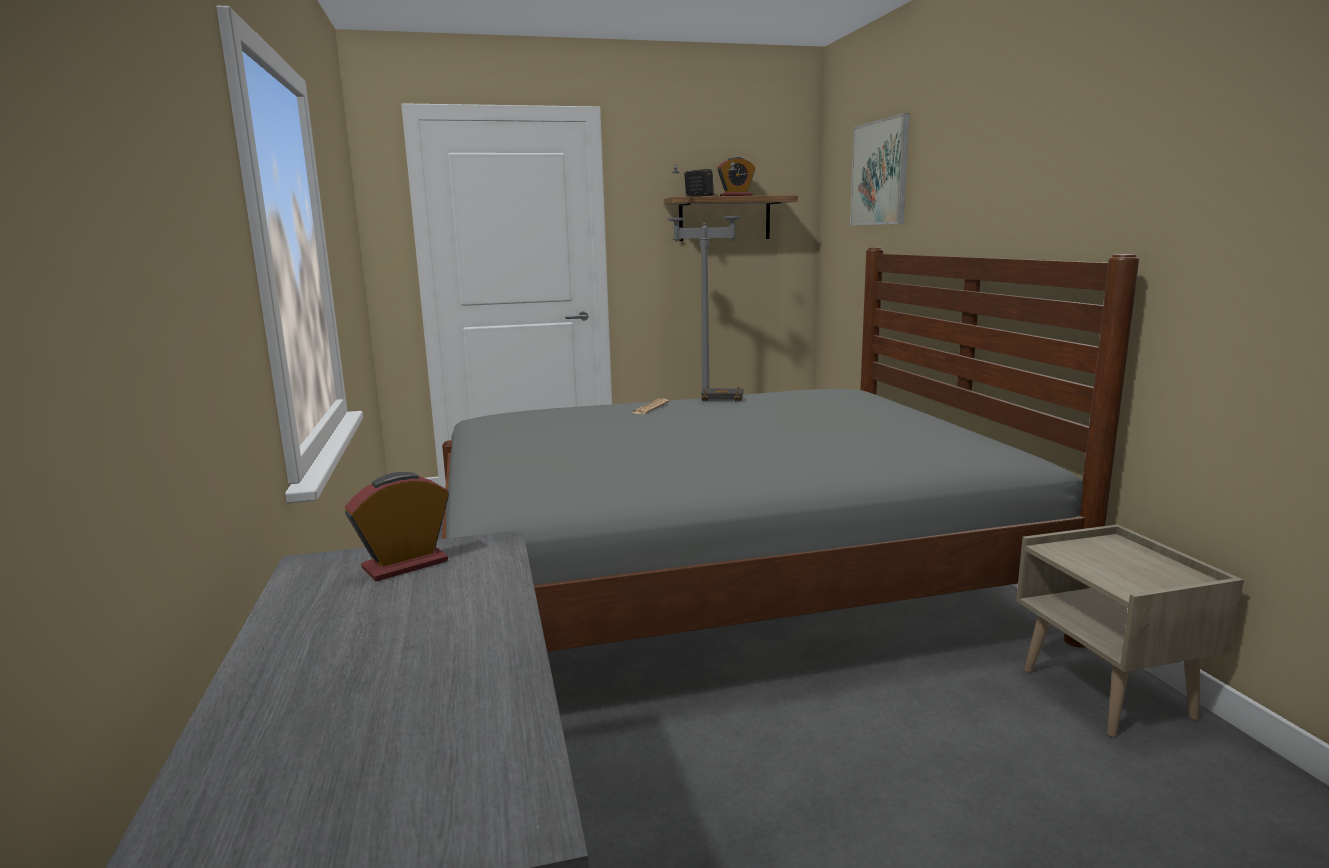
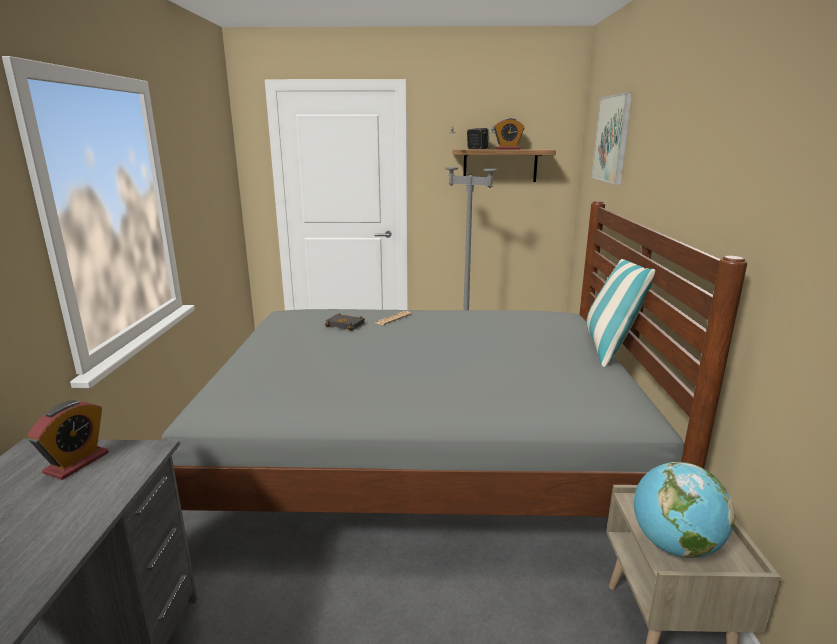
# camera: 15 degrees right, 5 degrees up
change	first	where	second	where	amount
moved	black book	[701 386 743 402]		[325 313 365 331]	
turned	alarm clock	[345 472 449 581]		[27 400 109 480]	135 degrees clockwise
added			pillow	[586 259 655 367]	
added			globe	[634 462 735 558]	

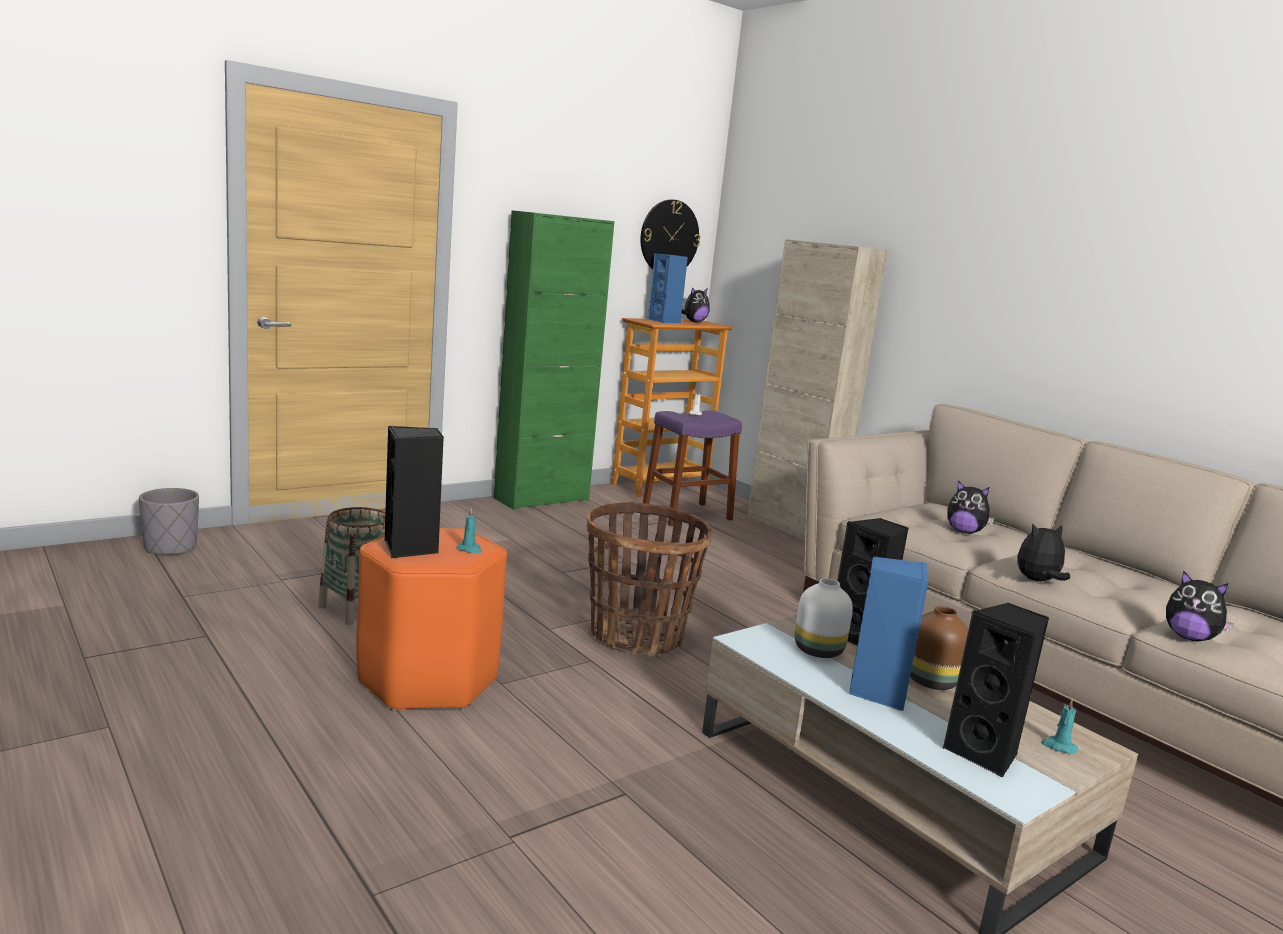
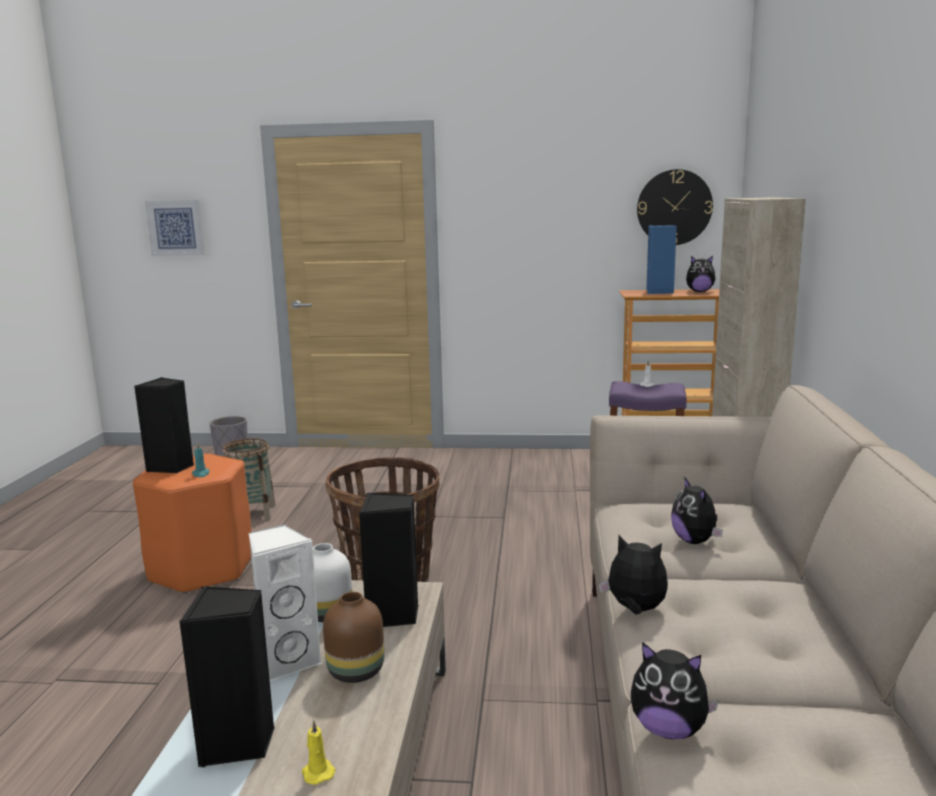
# camera: 45 degrees right, 0 degrees up
change	first	where	second	where	amount
removed	green cabinet	[494 210 614 510]			
recoloured	blue speaker	[849 557 928 711]	white speaker	[249 524 322 681]	
turned	plush toy	[1166 571 1233 641]		[631 642 719 739]	60 degrees counterclockwise
recoloured	turquoise candle	[1041 699 1078 754]	yellow candle	[302 720 336 785]	
added			picture	[145 200 205 256]	

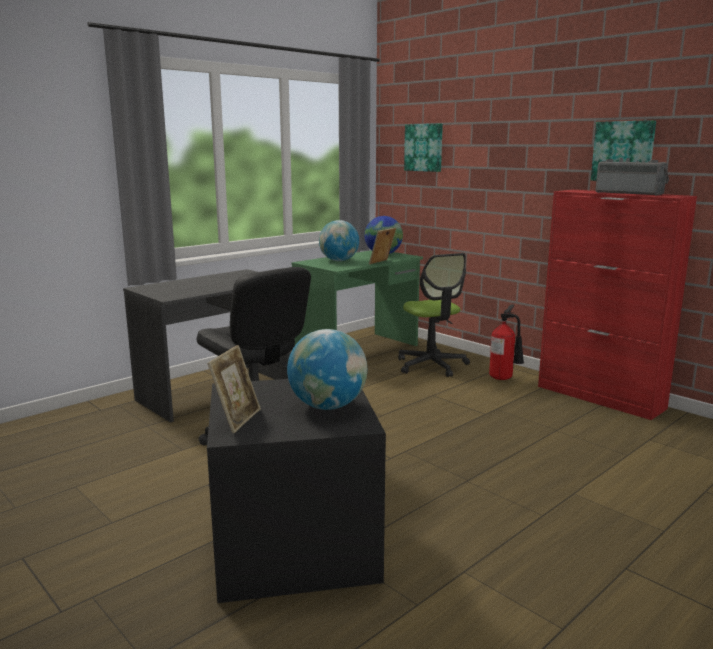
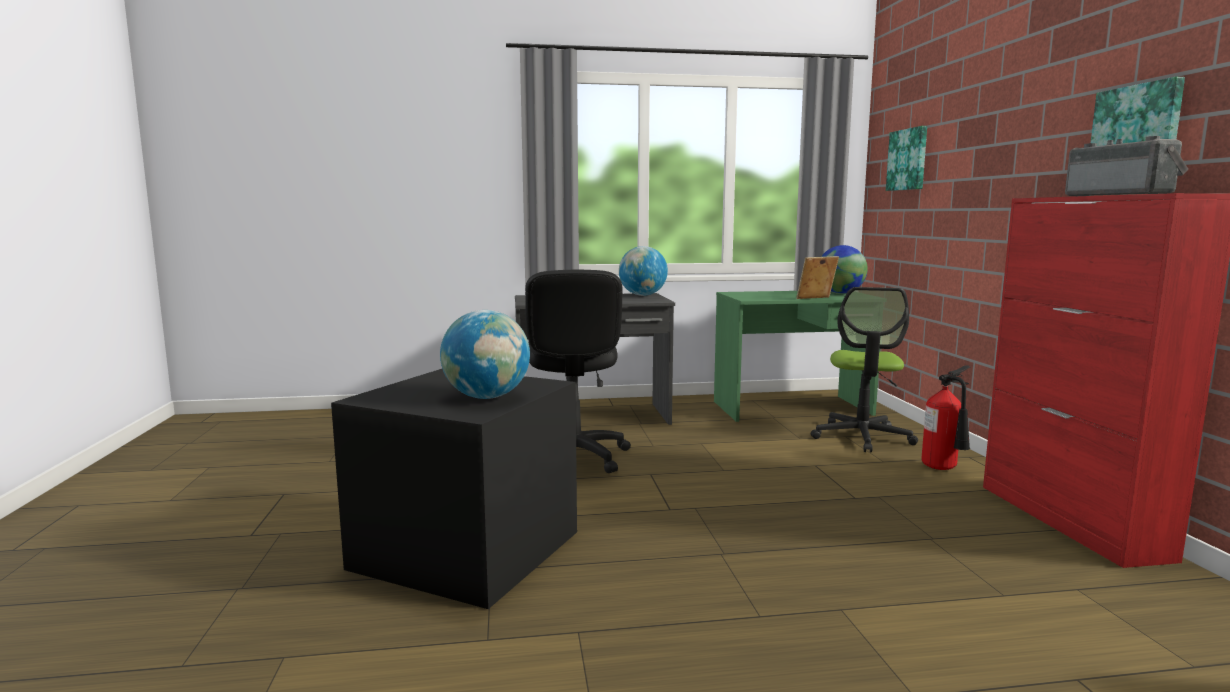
# camera: 35 degrees right, 5 degrees down
change	first	where	second	where	amount
moved	globe	[319 220 359 261]		[619 246 668 296]	
removed	picture frame	[207 345 261 433]			

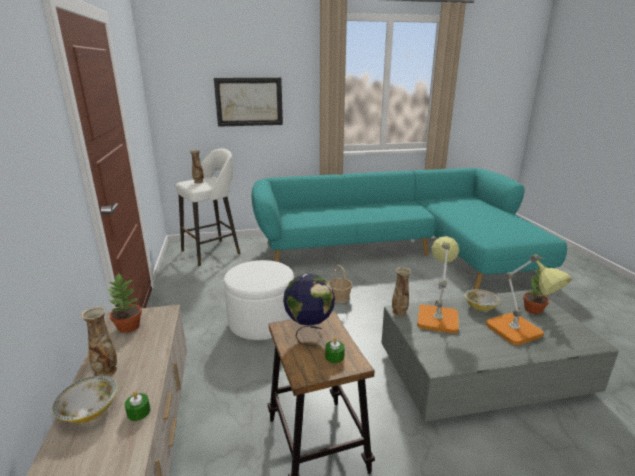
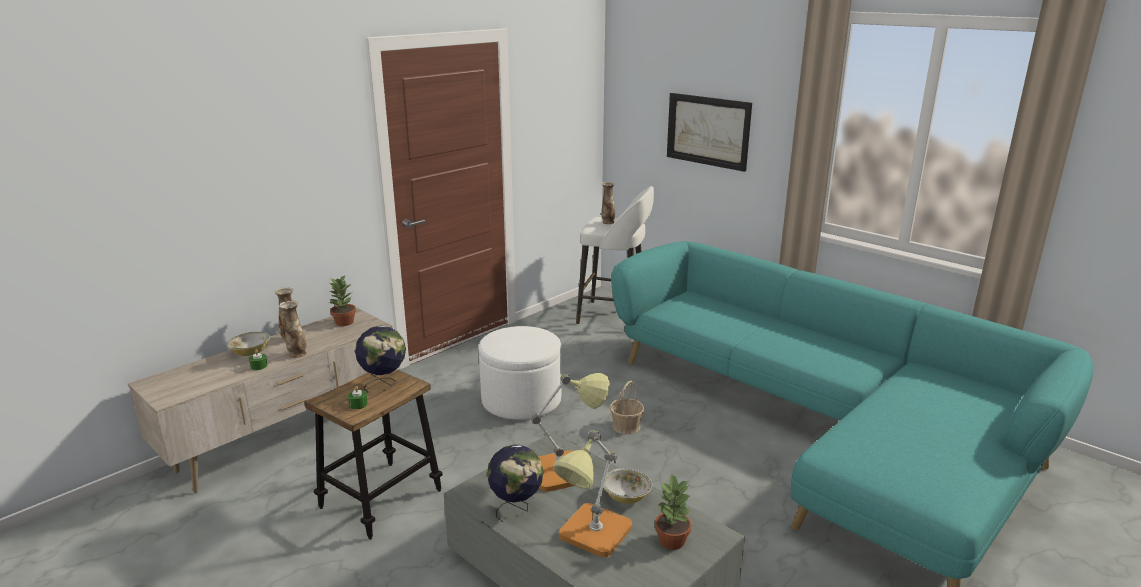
# camera: 55 degrees right, 0 degrees up
change	first	where	second	where	amount
moved	vase	[392 267 412 316]		[279 300 307 358]	
added			globe	[487 444 544 522]	

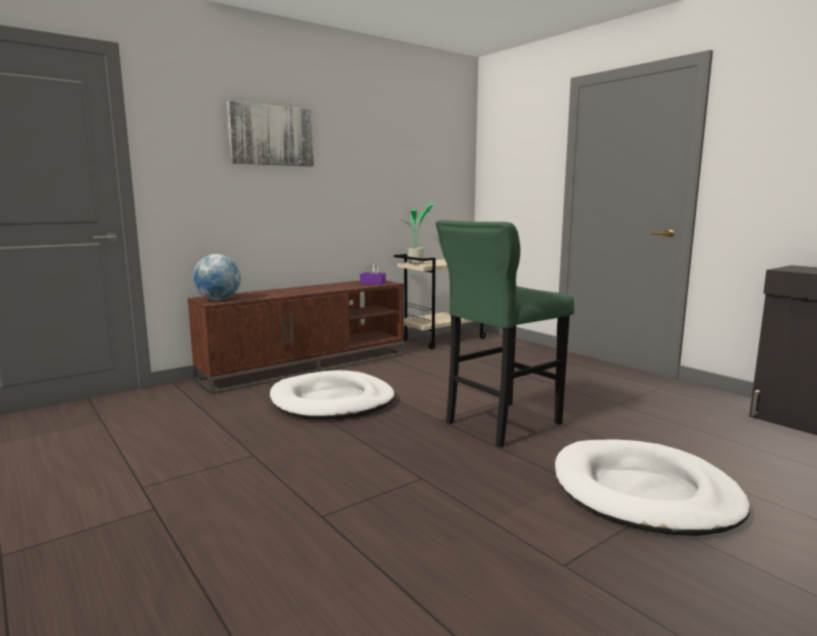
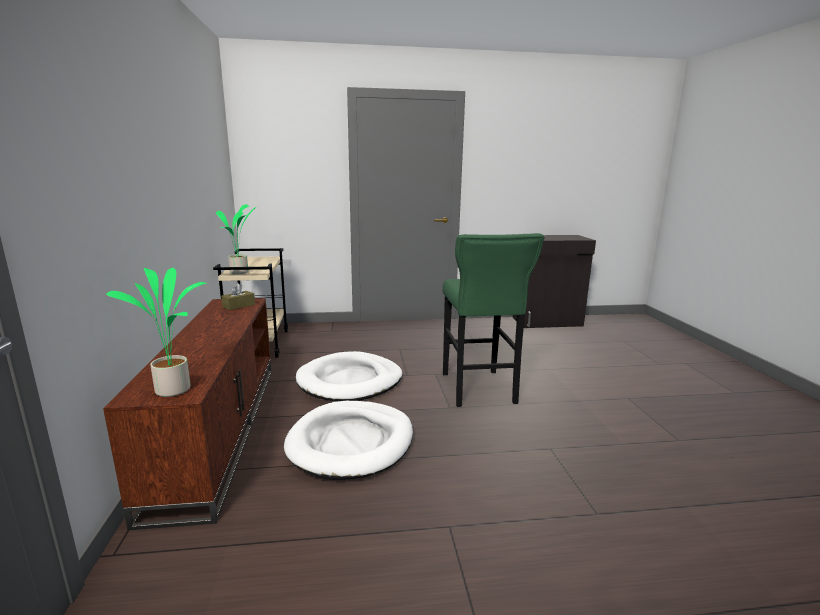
# camera: 60 degrees left, 5 degrees up
change	first	where	second	where	amount
removed	picture	[227 101 314 167]			
replaced	globe	[192 254 241 301]	potted plant	[106 268 207 397]	
recoloured	purple tissue box	[360 263 386 285]	brown tissue box	[221 283 255 310]	
moved	white dog bed	[555 439 750 536]		[296 351 402 401]	

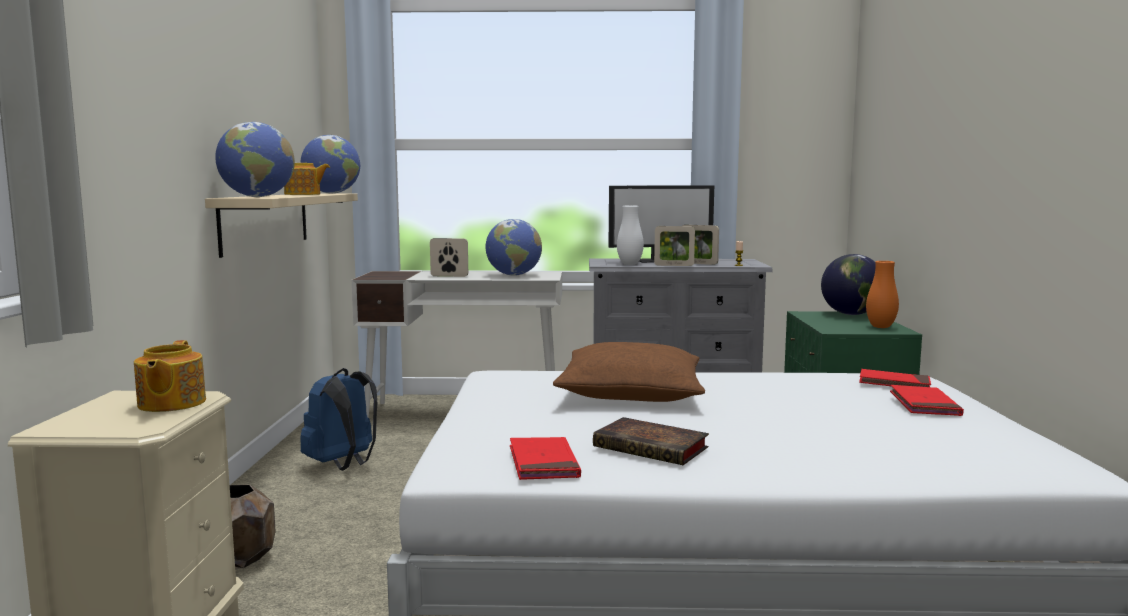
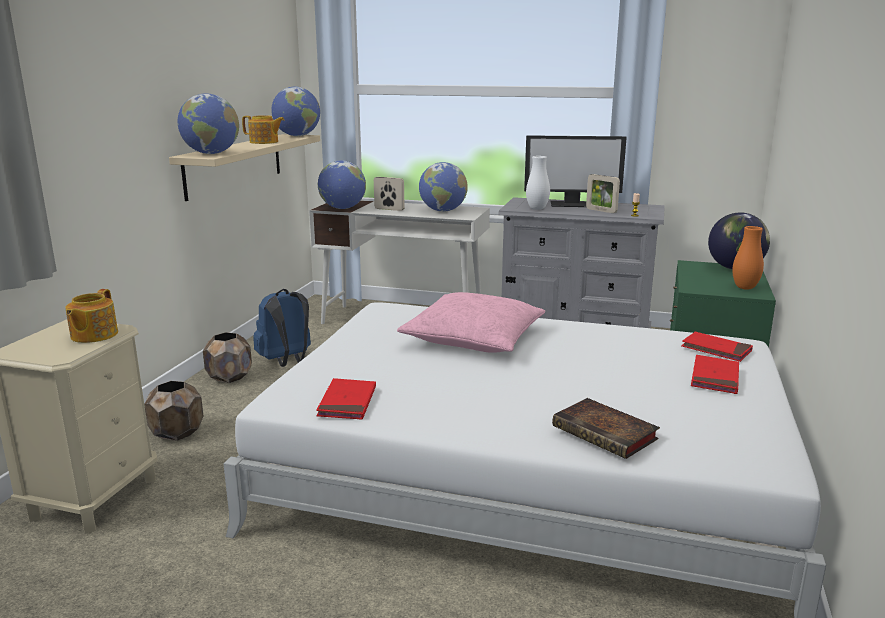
# camera: 15 degrees right, 10 degrees up
change	first	where	second	where	amount
removed	picture frame	[654 226 695 266]			
recoloured	brown pillow	[553 342 705 402]	pink pillow	[397 292 545 353]	
moved	book	[593 417 709 465]		[552 398 660 459]	
added			globe	[318 160 366 209]	
added			brown planter	[203 332 252 383]	

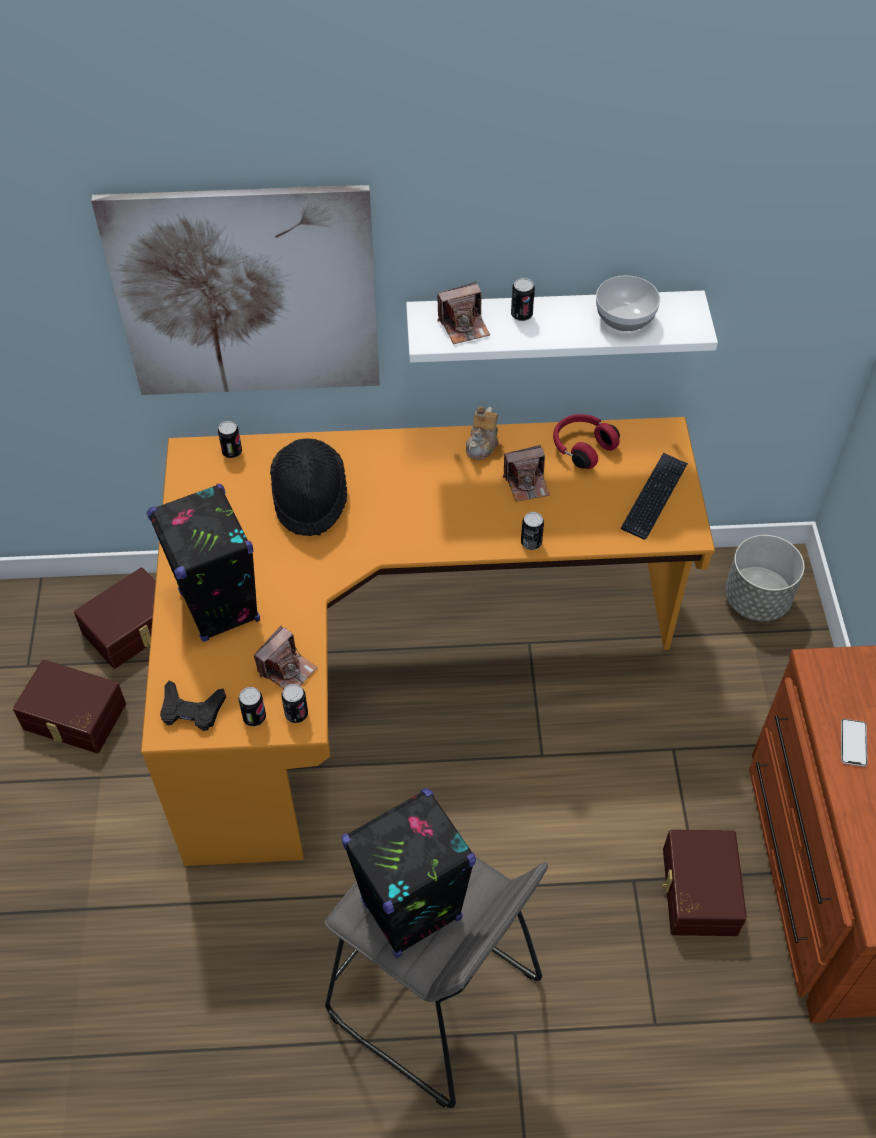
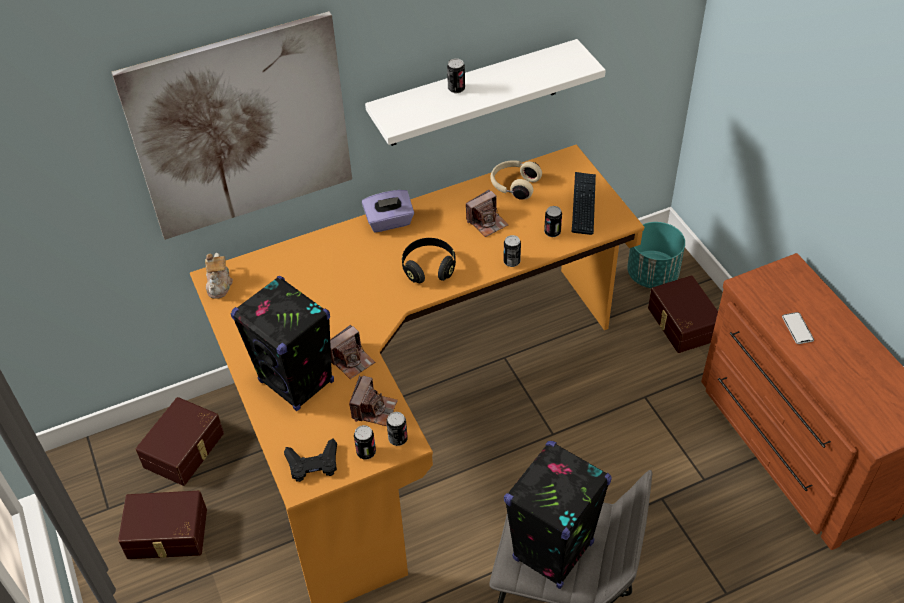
# camera: 20 degrees left, 5 degrees down
change	first	where	second	where	amount
removed	bowl	[596 275 660 331]			
moved	photo camera	[437 282 490 344]		[330 325 375 379]	
moved	teapot	[466 407 499 460]		[205 253 233 299]	
recoloured	red headphones	[553 414 620 469]	beige headphones	[490 160 542 200]	
moved	can	[218 421 242 458]		[544 206 562 237]	
removed	black hat	[270 438 347 536]			
recoloured	grey planter	[725 535 804 621]	turquoise planter	[627 222 685 288]	
moved	brown storage box	[662 830 747 936]		[648 275 718 353]	
added			purple tissue box	[362 190 414 232]	
added			black headphones	[402 238 456 283]	

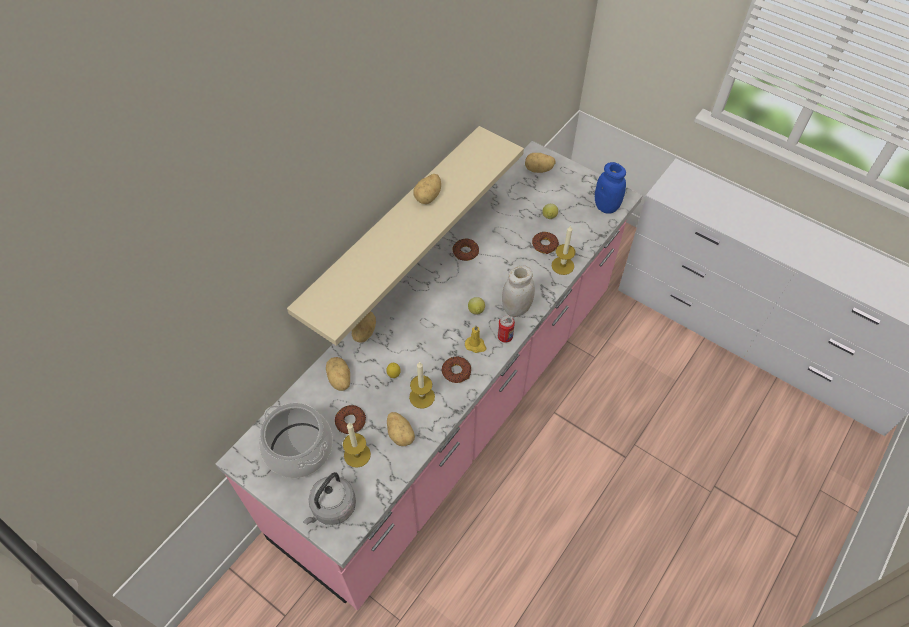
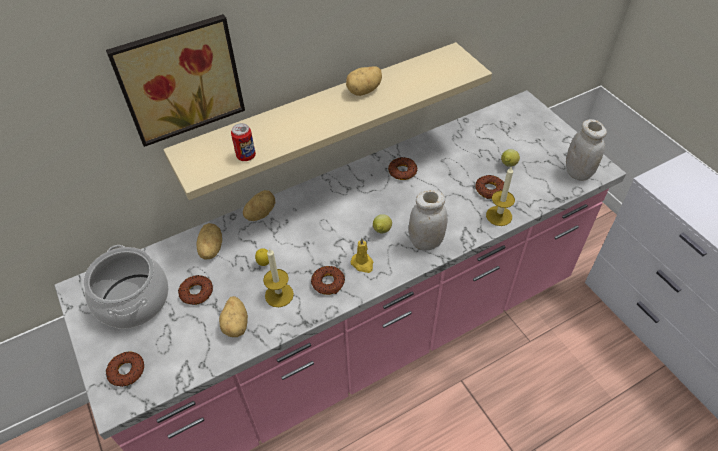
# camera: 25 degrees right, 5 degrees down
change	first	where	second	where	amount
removed	potato	[525 153 556 173]			
recoloured	blue jar	[595 162 626 214]	white jar	[566 119 607 181]	
moved	can	[498 315 515 343]		[231 123 256 161]	
removed	candle	[343 423 371 468]			
replaced	grey kettle	[303 472 356 525]	donut	[106 351 144 387]	
added			picture	[106 14 245 147]	

